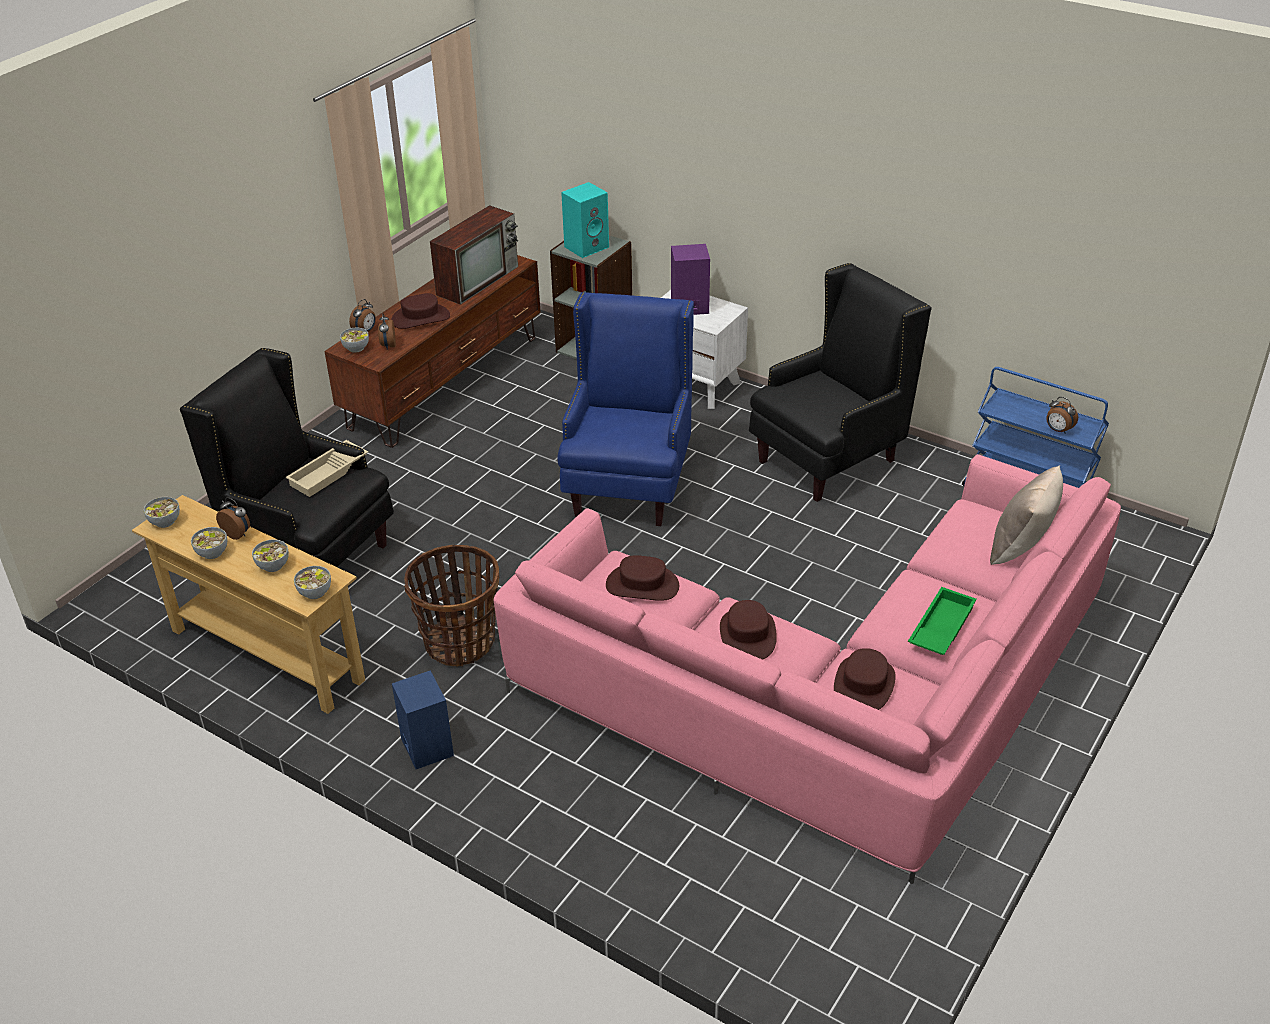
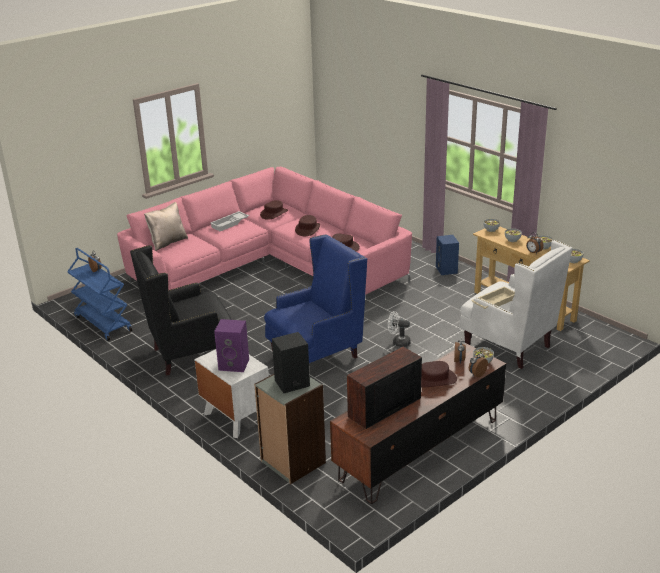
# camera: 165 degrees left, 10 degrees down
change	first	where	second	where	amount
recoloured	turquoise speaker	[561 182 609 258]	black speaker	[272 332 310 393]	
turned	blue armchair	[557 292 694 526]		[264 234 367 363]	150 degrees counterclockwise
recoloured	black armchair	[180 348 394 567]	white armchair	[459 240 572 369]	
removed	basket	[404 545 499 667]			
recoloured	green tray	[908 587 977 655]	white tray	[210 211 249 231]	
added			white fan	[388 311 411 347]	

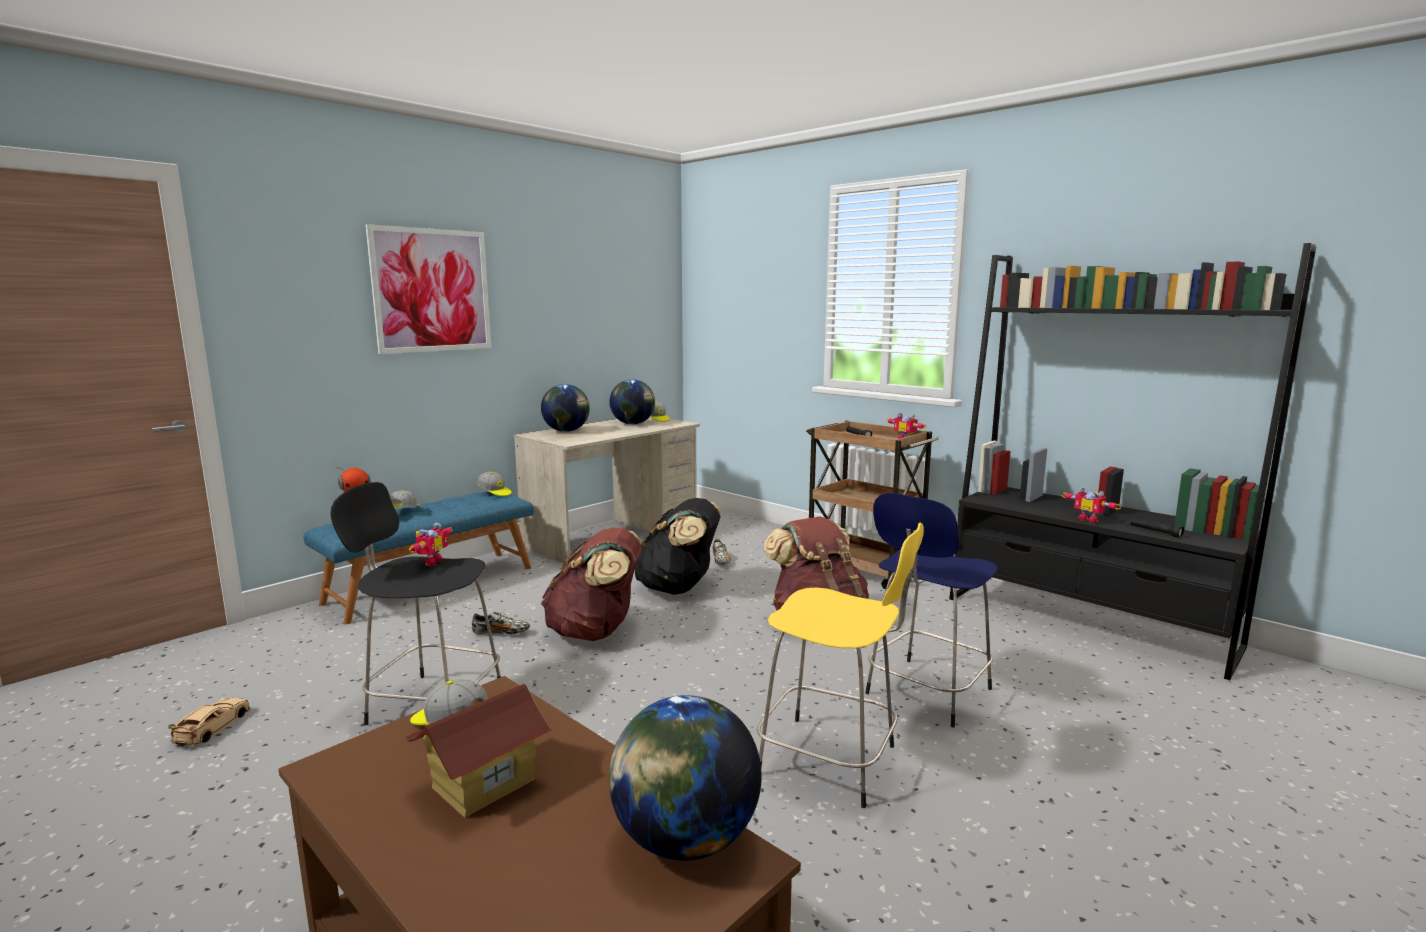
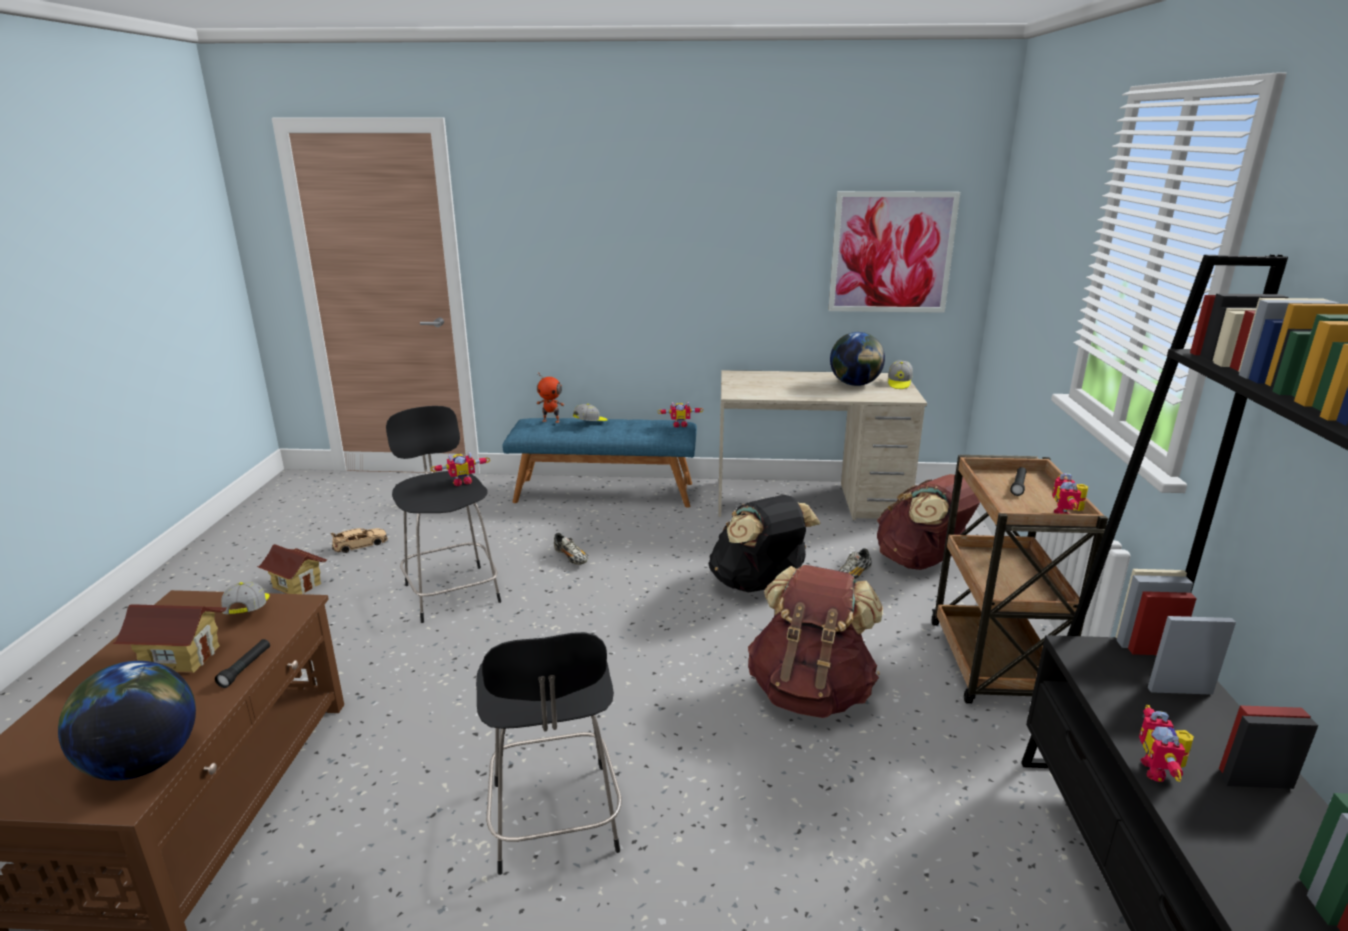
# camera: 50 degrees right, 10 degrees up
change	first	where	second	where	amount
moved	picture	[366 224 491 354]		[828 191 960 313]	
removed	globe	[541 384 590 432]			
replaced	cap	[477 472 512 496]	toy robot	[657 401 703 428]	
removed	blue stool	[865 493 998 728]			
moved	black flashlight	[1131 518 1184 538]		[215 639 270 688]	
recoloured	yellow stool	[757 523 924 808]	black stool	[476 632 622 875]	
moved	brown backpack	[541 527 642 641]		[877 474 980 570]	
added			toy house	[257 544 327 594]	

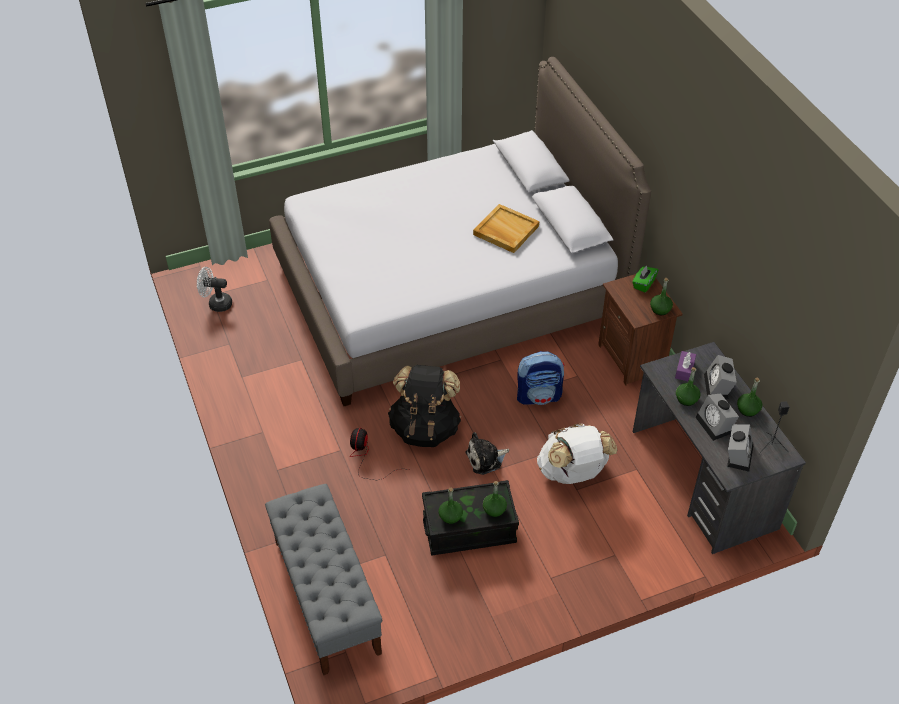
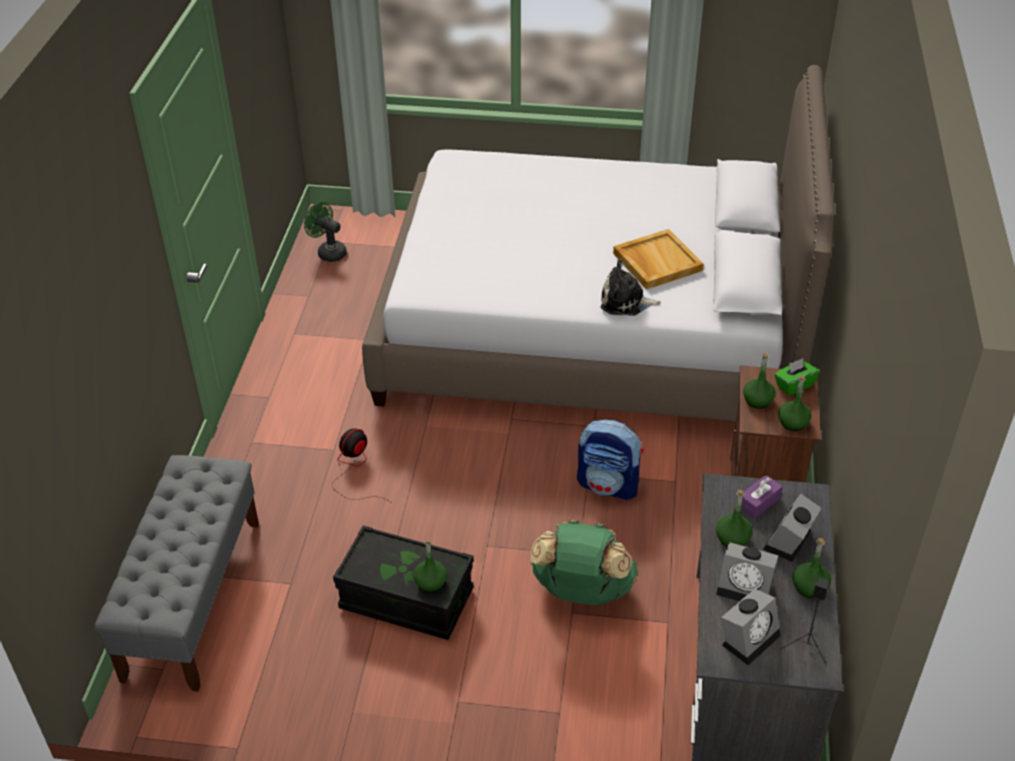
# camera: 30 degrees right, 5 degrees down
change	first	where	second	where	amount
recoloured	white fan	[197 267 232 312]	green fan	[304 202 347 262]	
removed	black backpack	[388 365 461 447]			
turned	alarm clock	[695 394 739 441]		[716 542 778 601]	75 degrees counterclockwise
recoloured	white backpack	[537 423 617 484]	green backpack	[530 520 638 605]	
moved	plush toy	[465 432 509 475]		[601 259 661 316]	
moved	green bottle	[439 488 463 524]		[743 353 776 409]	

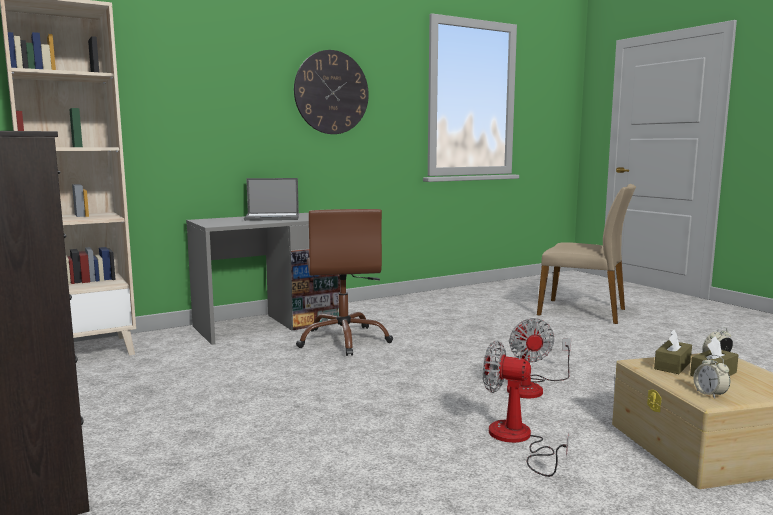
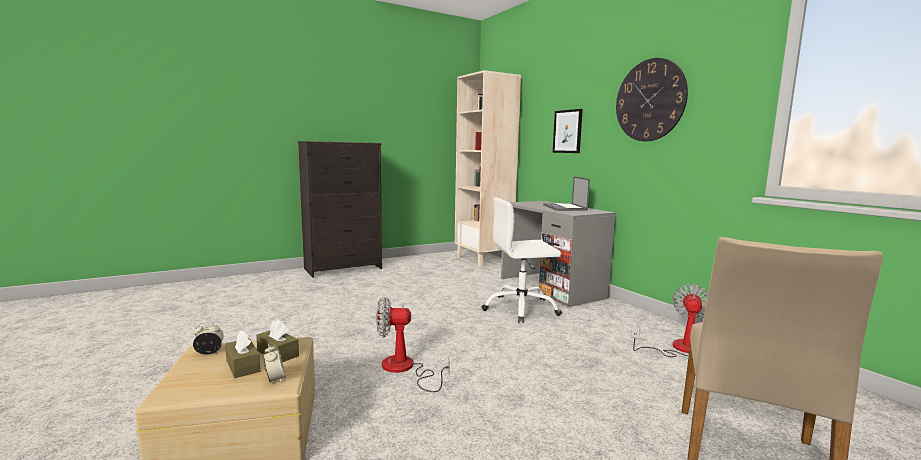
# camera: 90 degrees right, 0 degrees up
change	first	where	second	where	amount
recoloured	brown office chair	[296 209 393 356]	white office chair	[482 197 562 323]	
moved	fan	[483 341 569 477]		[631 284 708 357]	
added			picture	[553 109 583 153]	

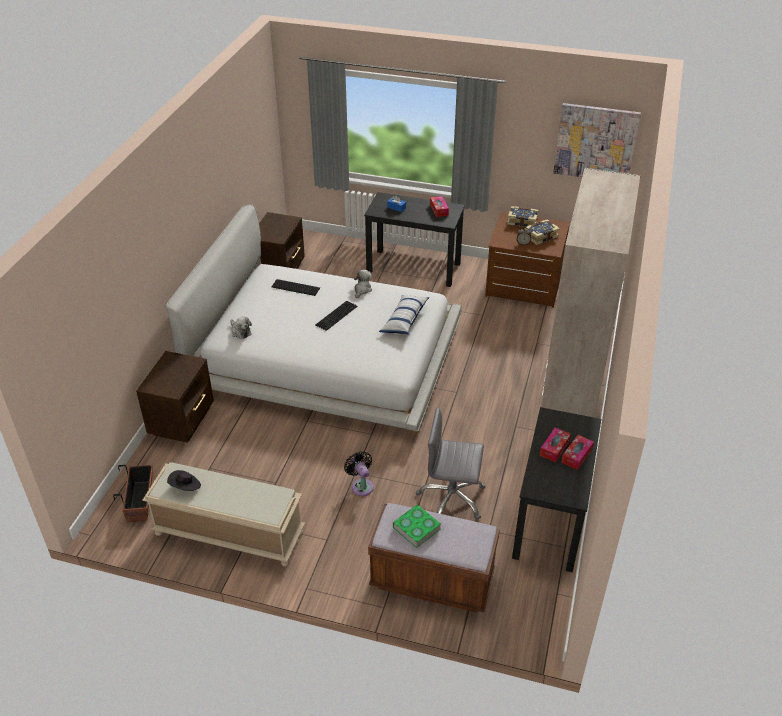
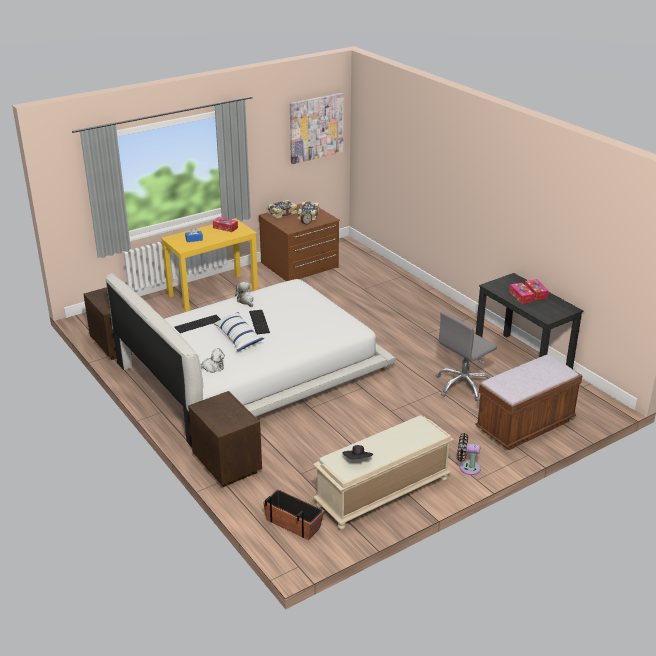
# camera: 50 degrees left, 10 degrees down
change	first	where	second	where	amount
removed	beige wardrobe	[541 168 641 418]			
recoloured	black desk	[364 192 465 287]	yellow desk	[161 218 258 312]	
moved	pillow	[379 296 429 334]		[213 312 264 351]	
moved	black fan	[344 451 374 496]		[457 433 481 475]	
removed	book	[393 504 441 548]			

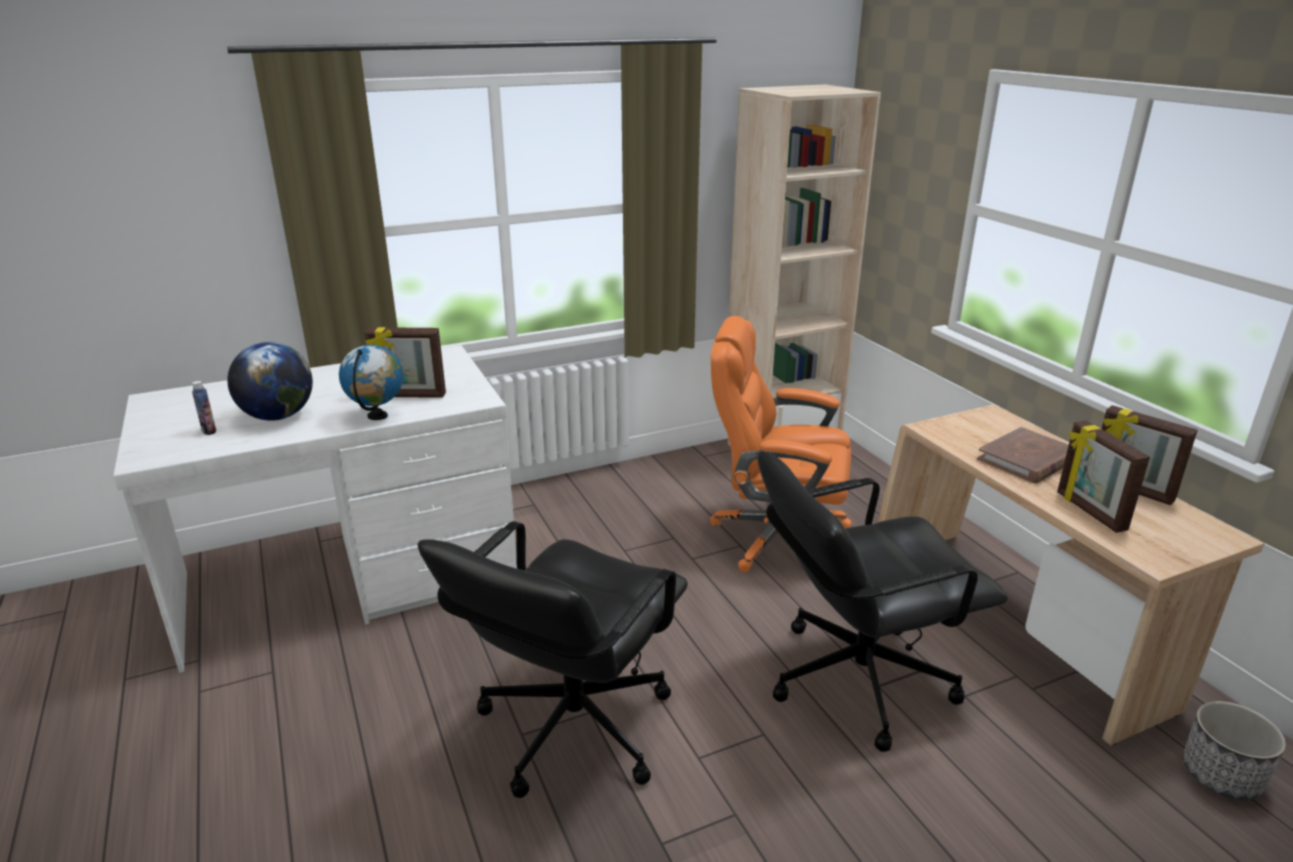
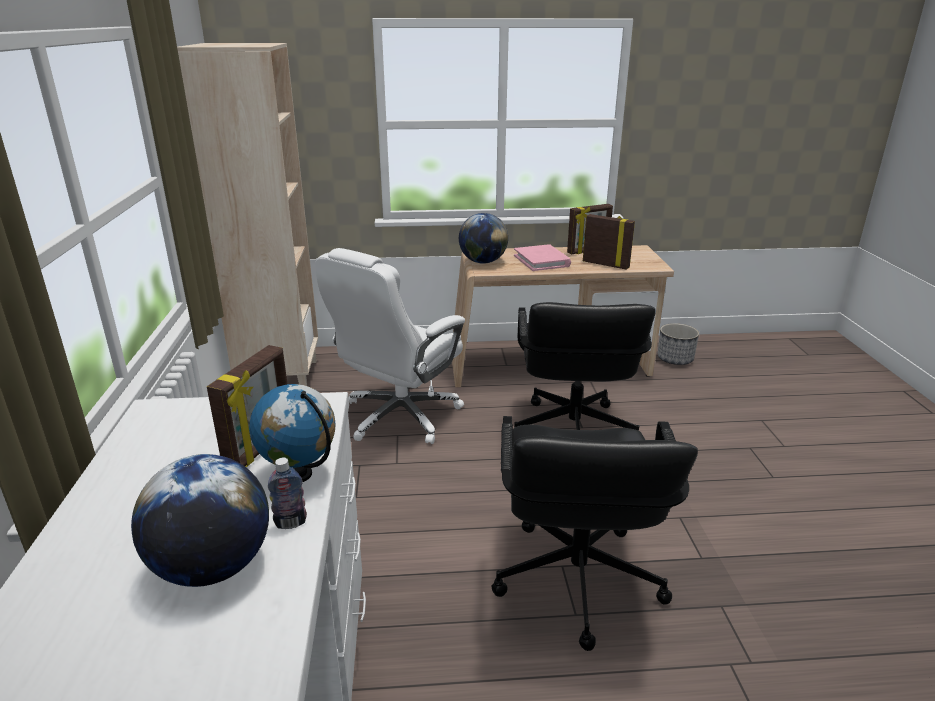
# camera: 70 degrees left, 0 degrees up
change	first	where	second	where	amount
recoloured	orange office chair	[710 316 852 572]	white office chair	[315 248 465 444]	
moved	bottle	[192 381 216 435]		[268 458 307 529]	
turned	picture frame	[1057 421 1150 533]		[583 214 635 270]	150 degrees counterclockwise
recoloured	brown book	[977 427 1069 483]	pink book	[514 244 571 271]	
turned	black office chair	[418 521 688 798]		[492 416 698 651]	45 degrees clockwise
added			globe	[459 213 508 264]	

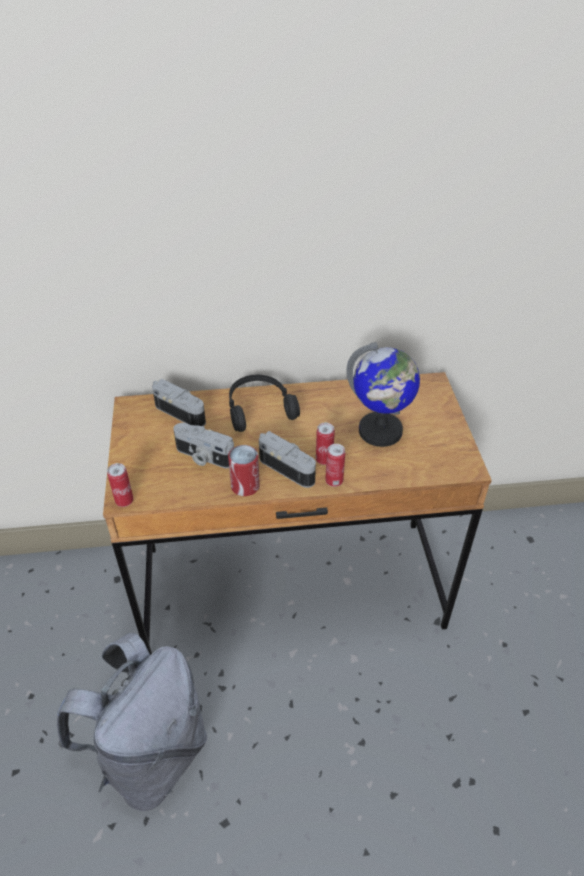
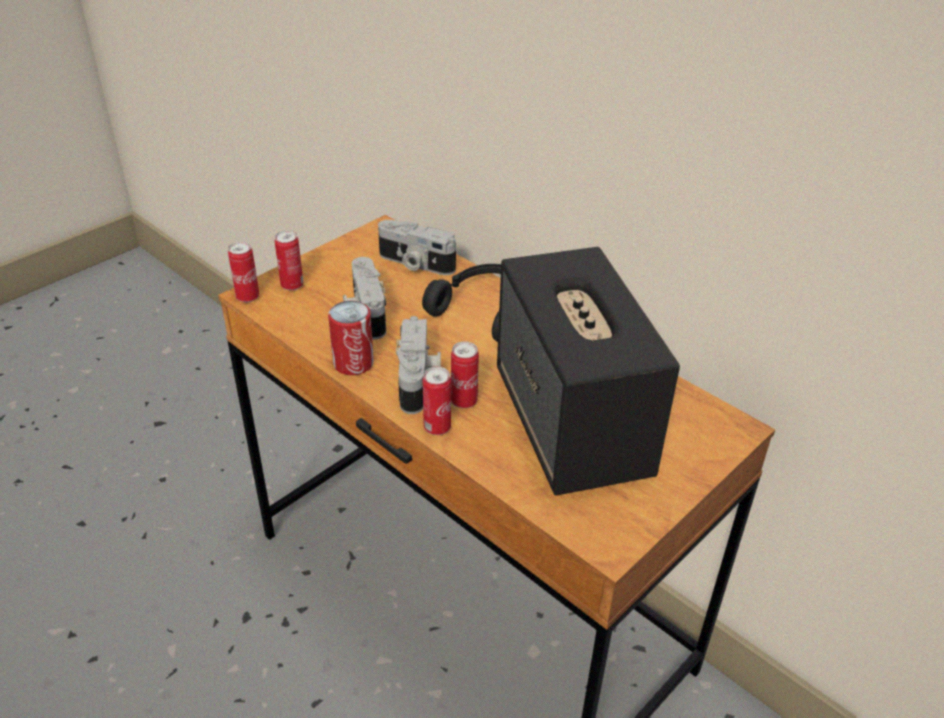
# camera: 50 degrees right, 5 degrees down
change	first	where	second	where	amount
replaced	globe	[346 342 420 447]	speaker	[497 247 680 496]	
turned	photo camera	[152 379 206 426]		[378 220 456 275]	120 degrees clockwise
removed	grey backpack	[57 633 207 811]			
added			can	[275 230 304 291]	

